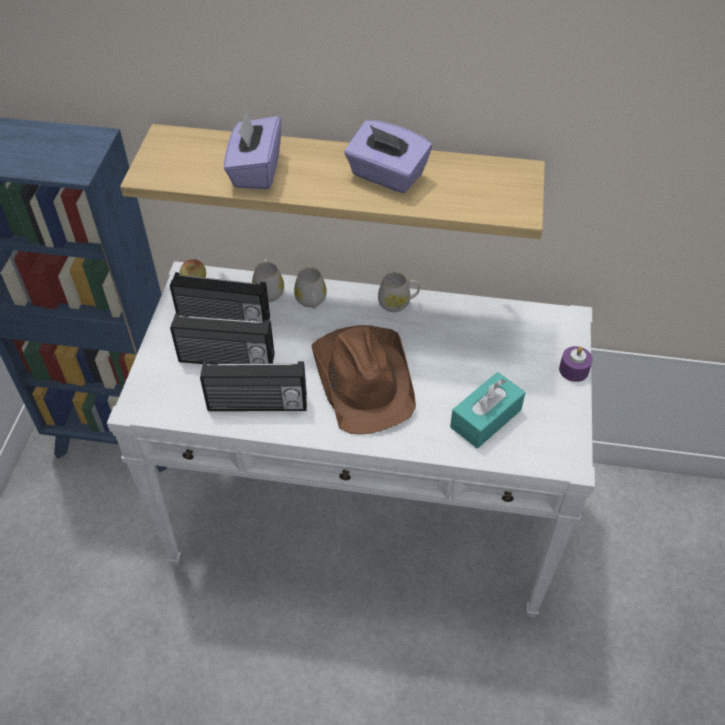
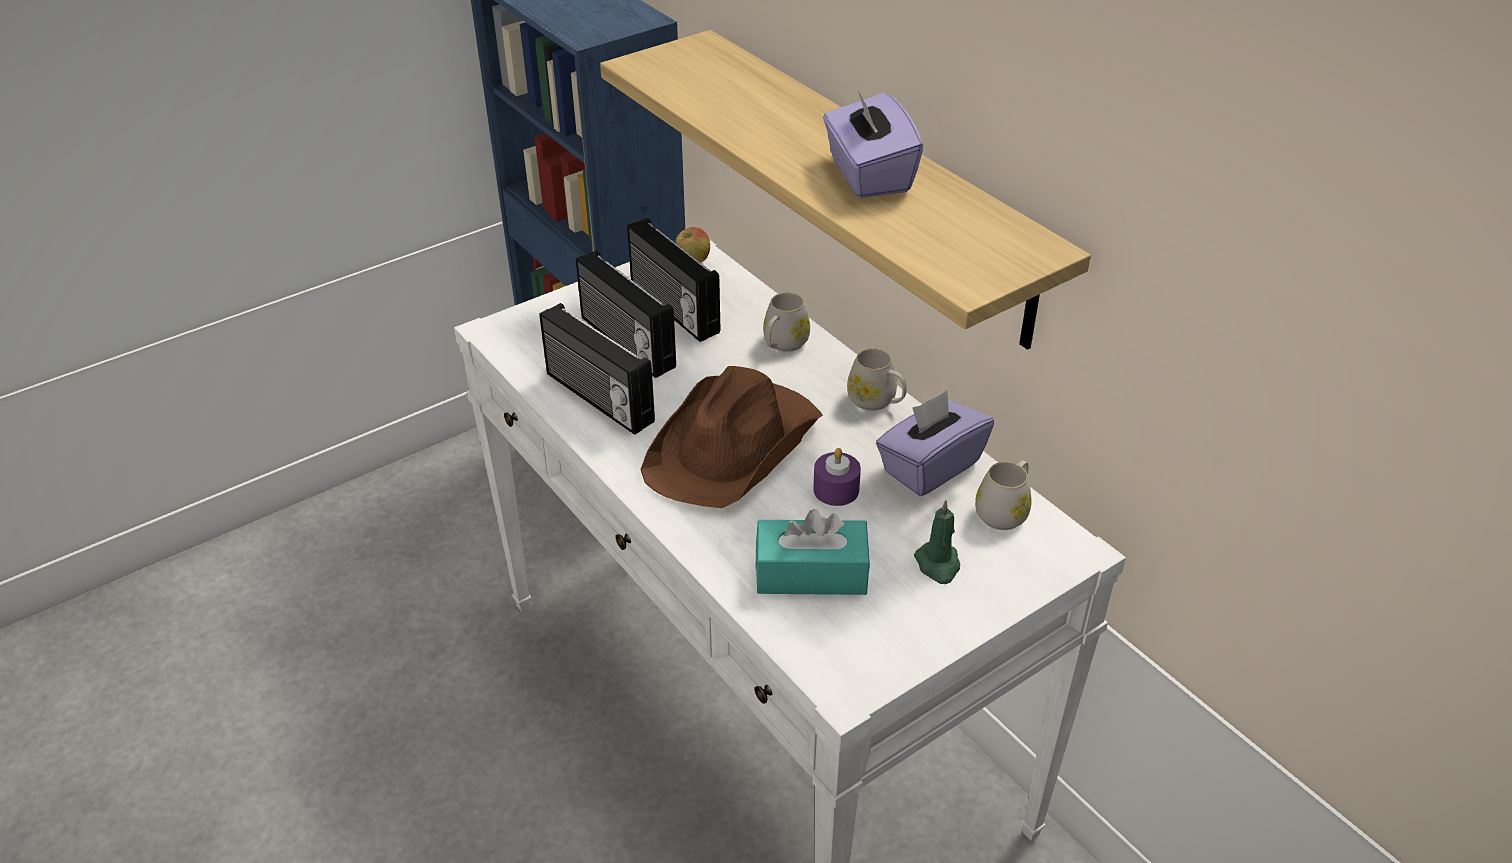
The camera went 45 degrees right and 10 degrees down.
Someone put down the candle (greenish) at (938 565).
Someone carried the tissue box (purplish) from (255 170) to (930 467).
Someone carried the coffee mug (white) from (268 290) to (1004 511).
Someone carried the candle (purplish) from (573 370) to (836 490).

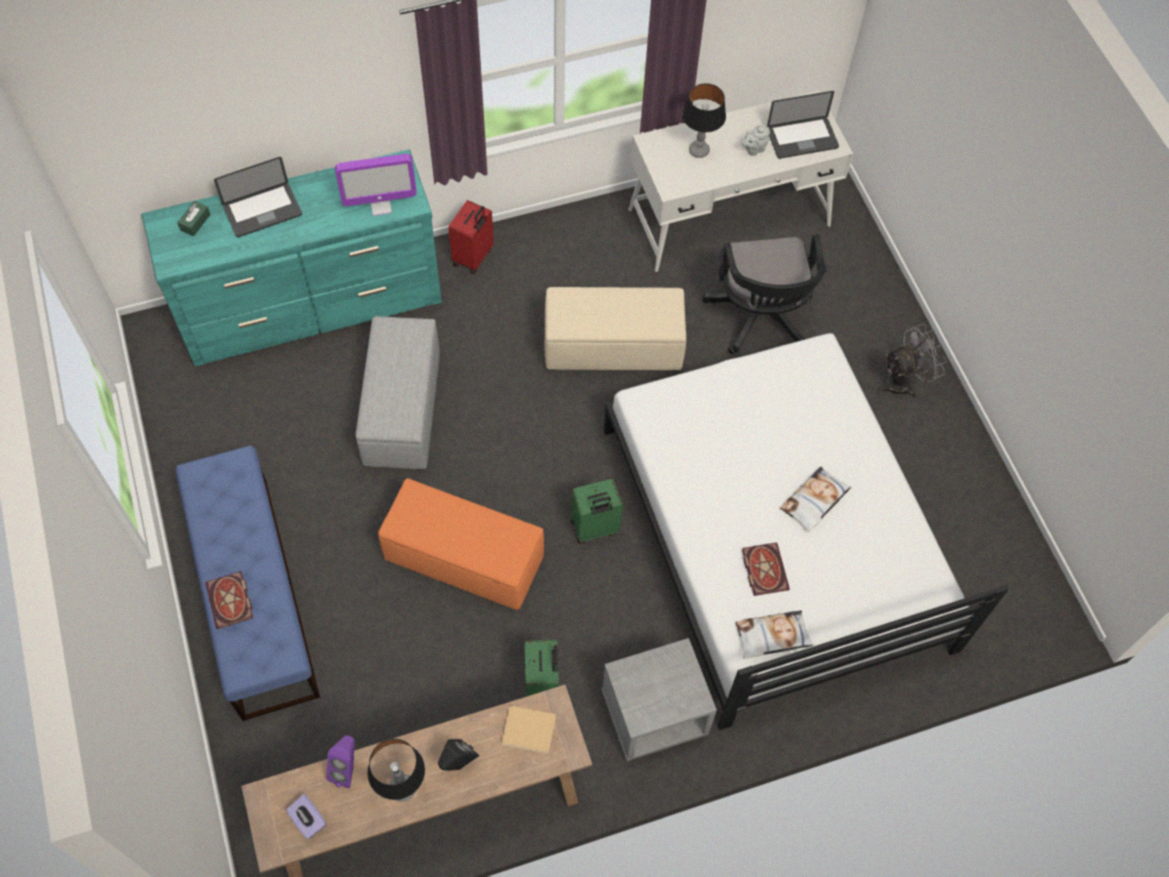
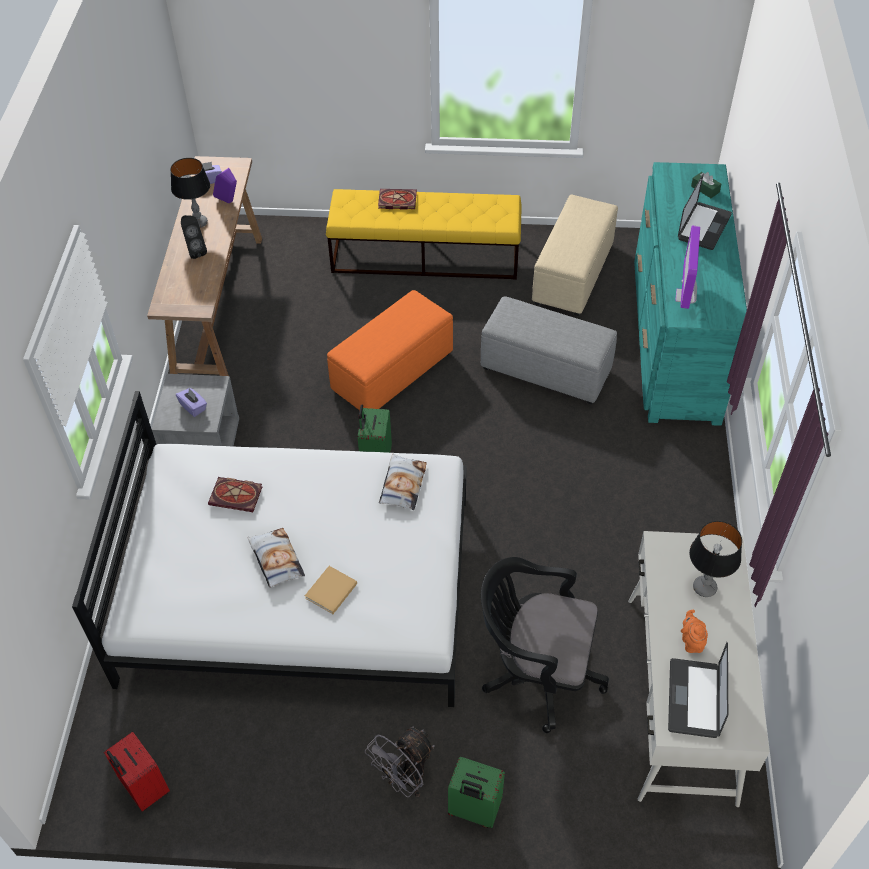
The camera went 115 degrees right and 10 degrees down.
Someone put down the tissue box (purplish) at (193 407).
Someone carried the suitcase (reddish) from (474 257) to (144 788).
Someone carried the book (beige-coloured) from (530 730) to (330 592).
Someone carried the suitcase (greenish) from (543 686) to (473 810).
Someone carried the footrest (beige-coloured) from (614 347) to (572 275).
Someone carried the throw pillow from (772 637) to (402 485).
Someone repainted the indoor bench (blue-coloured) at (254 594), which became the indoor bench (yellow) at (426 256).
Someone repainted the pot for tea (gray) at (753 149), which became the pot for tea (orangey) at (691 641).
Someone rotated the notebook computer at (263 211) by 150 degrees counterclockwise.
Someone rotated the cooling fan (gray) at (903 382) by 45 degrees clockwise.

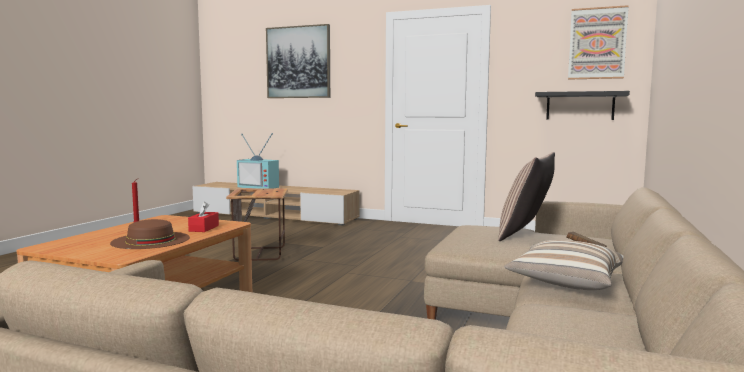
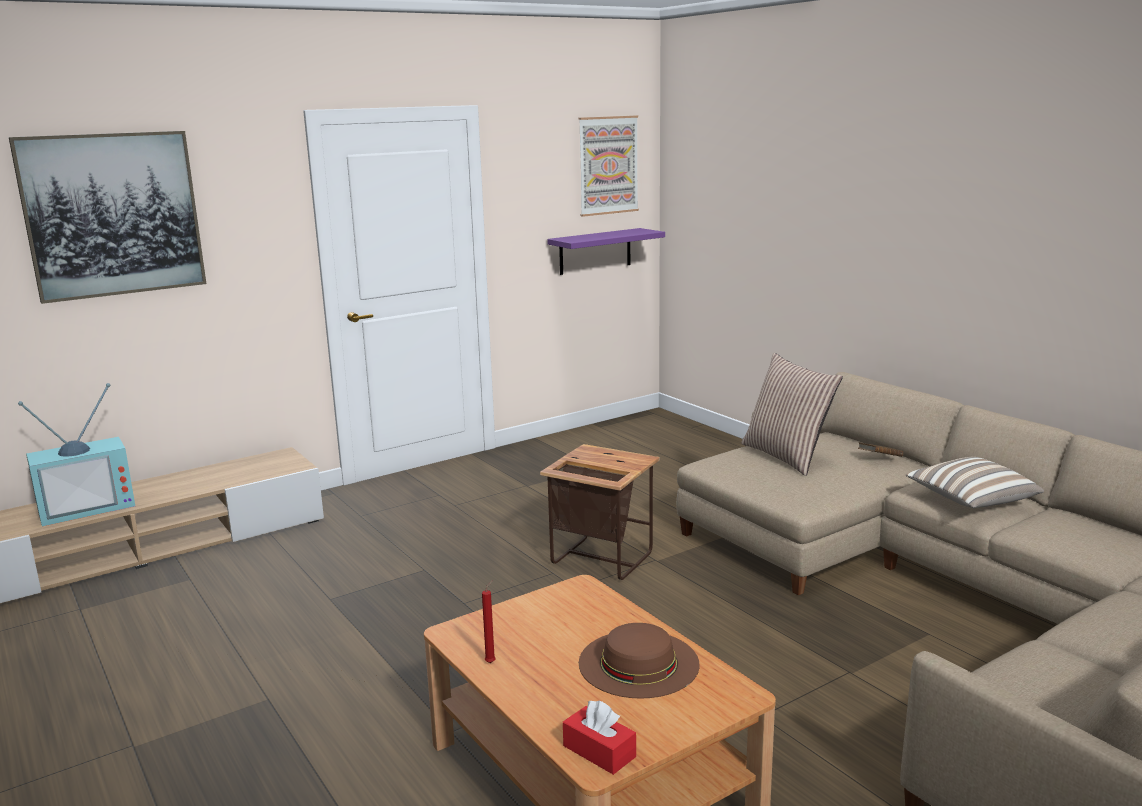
The camera went 55 degrees left and 10 degrees up.
Someone carried the tissue box (reddish) from (204 228) to (599 751).
Someone carried the accent table from (260 253) to (600 558).
Someone repainted the wall shelf (black-coloured) at (580 106), which became the wall shelf (purplish) at (595 251).

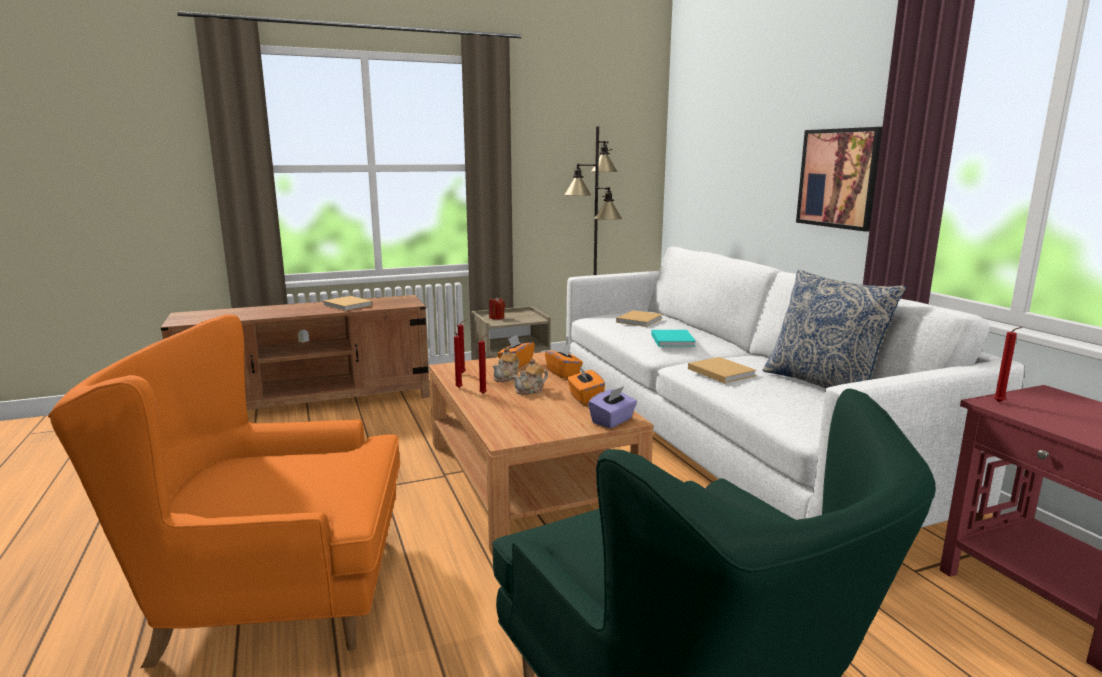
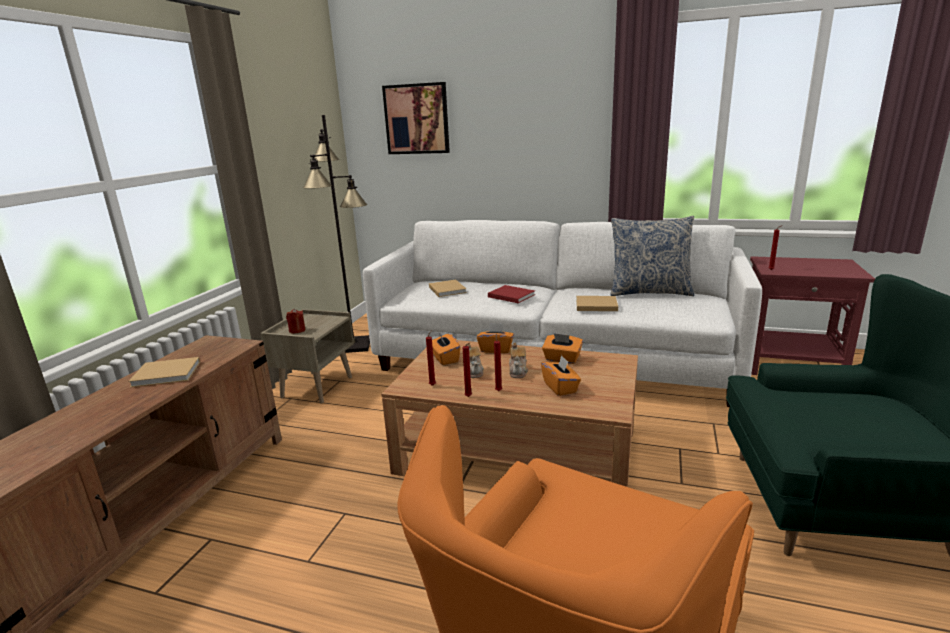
The camera went 50 degrees left and 5 degrees up.
Someone took away the tissue box (purplish) at (612 421).
Someone put down the tissue box (orangey) at (560 387).
Someone carried the wall art from (839 178) to (417 119).
Someone repainted the book (turquoise-coloured) at (672 340), which became the book (reddish) at (510 295).

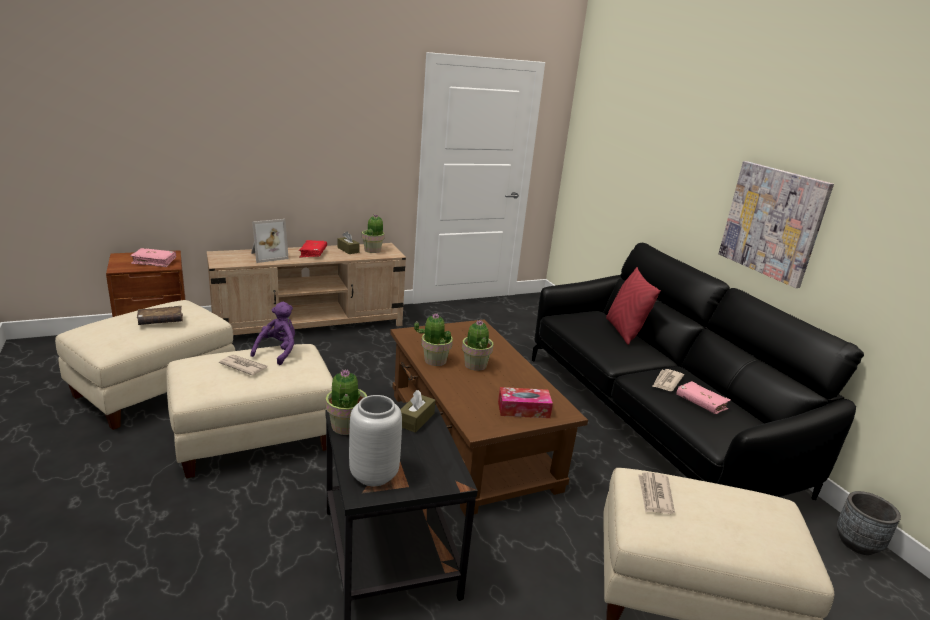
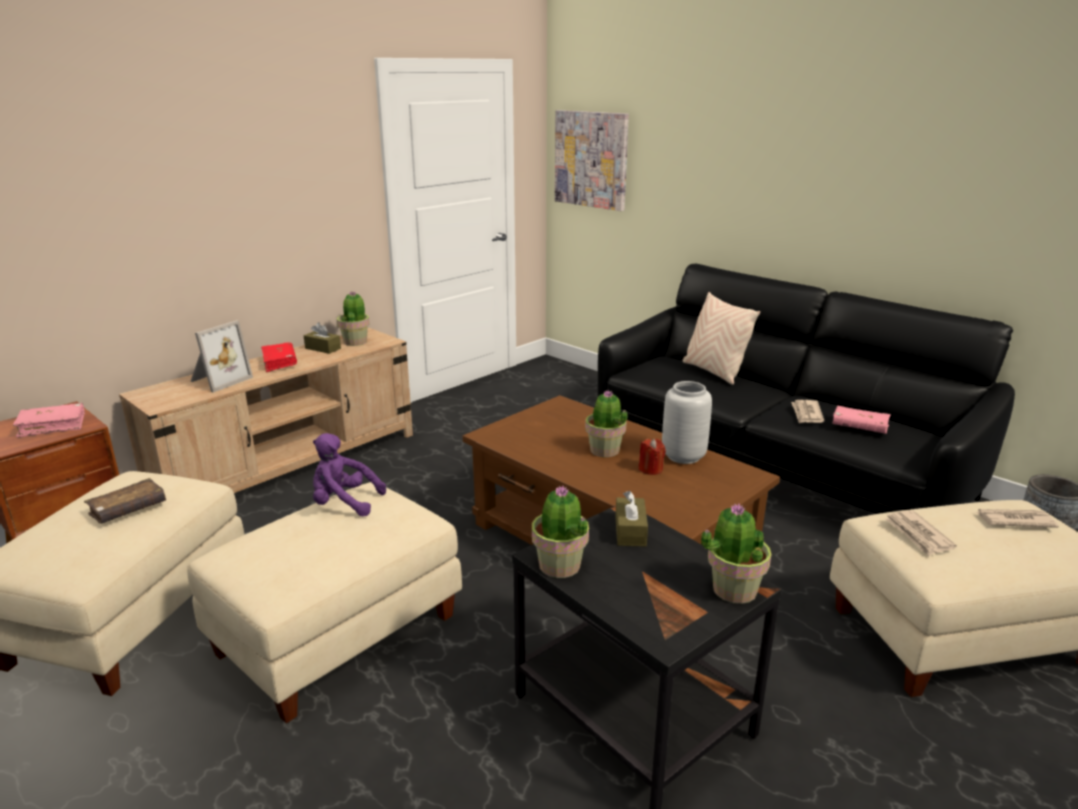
The camera went 20 degrees left and 0 degrees up.
Someone took away the tissue box at (523 409).
Someone put down the candle (reddish) at (650 469).
Someone carried the daily paper from (243 366) to (1013 520).
Someone carried the decorative vase (gray) from (373 475) to (683 457).
Someone carried the houseplant from (435 360) to (733 590).
Someone carried the wall art from (772 222) to (591 159).
Someone repainted the throw pillow (reddish) at (624 332), which became the throw pillow (beige-coloured) at (714 372).
Someone rotated the cuddly toy (purplish) at (278 351) by 75 degrees counterclockwise.

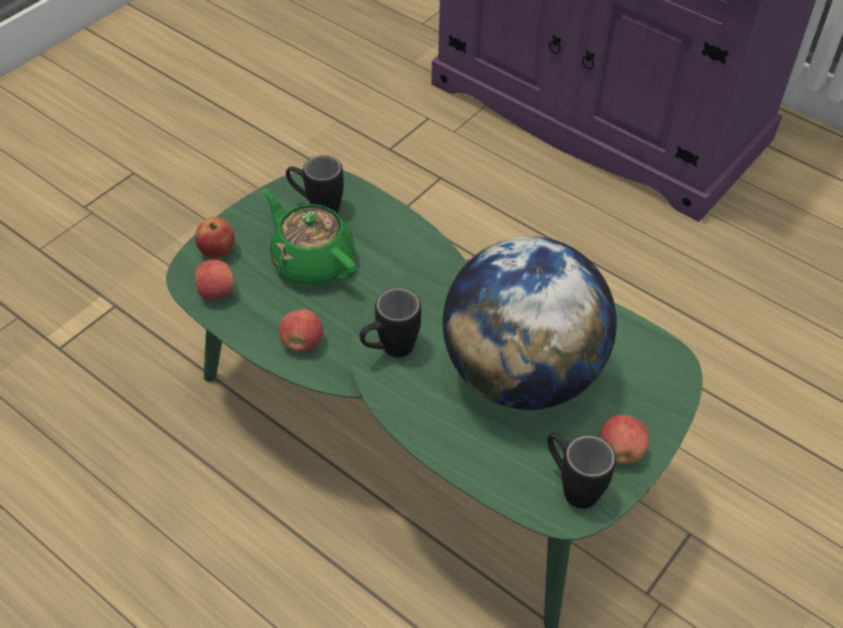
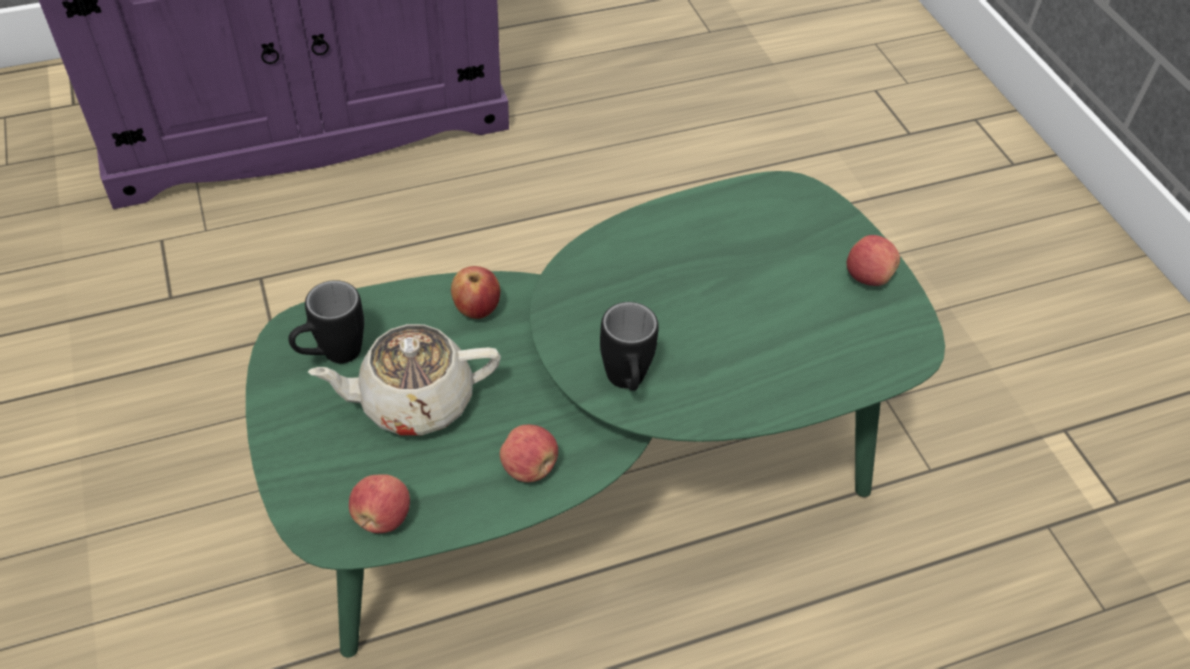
The camera went 60 degrees left and 0 degrees up.
Someone took away the globe at (521 374).
Someone took away the coffee mug (black-coloured) at (571 486).
Someone carried the apple from (218 251) to (477 309).
Someone repainted the pot for tea (greenish) at (312 261), which became the pot for tea (beige-coloured) at (414 401).

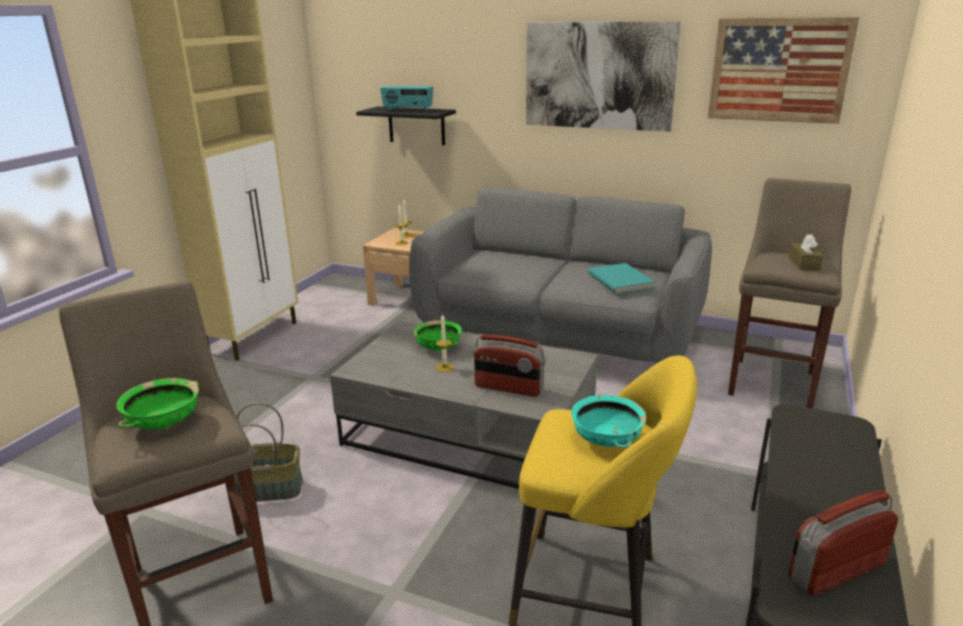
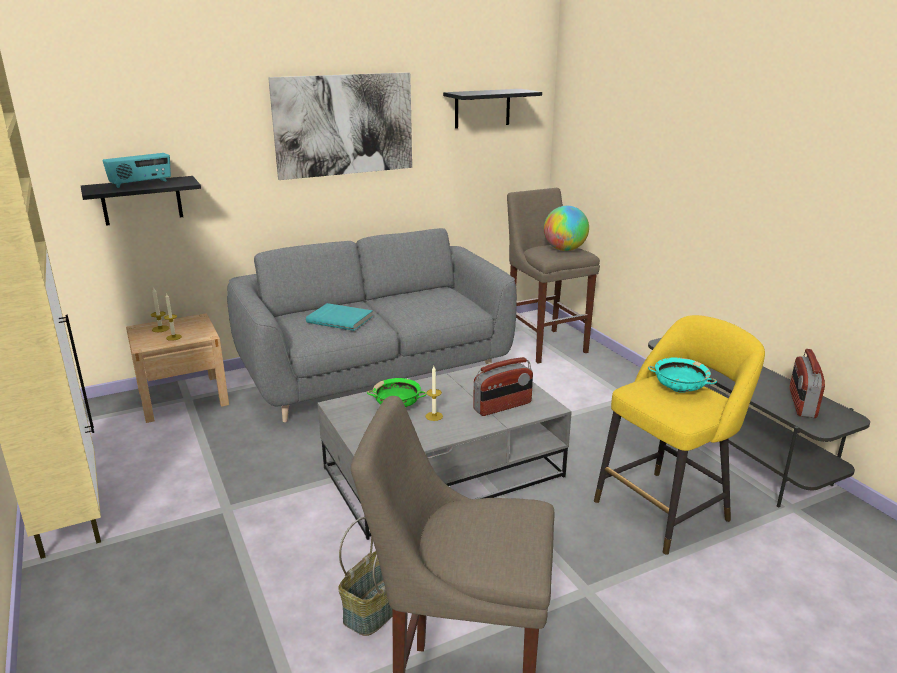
The camera went 50 degrees left and 0 degrees up.
Someone took away the serving bowl (greenish) at (165 422).
Someone carried the book (turquoise-coloured) from (621 280) to (340 319).
Someone swapped the wall art at (779 70) for the wall shelf (black-coloured) at (482 108).
Someone swapped the tissue box (brownish) at (804 264) for the globe at (564 250).

